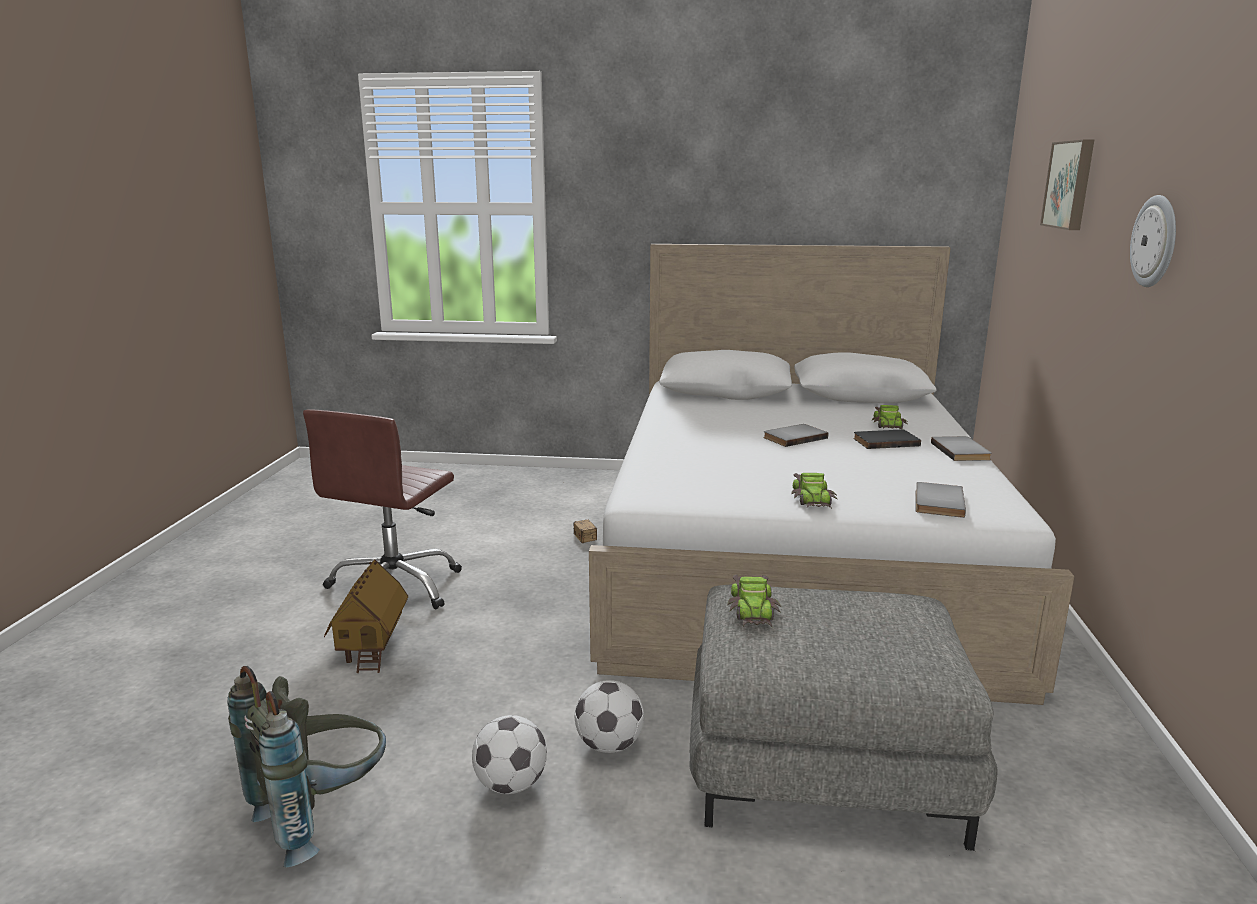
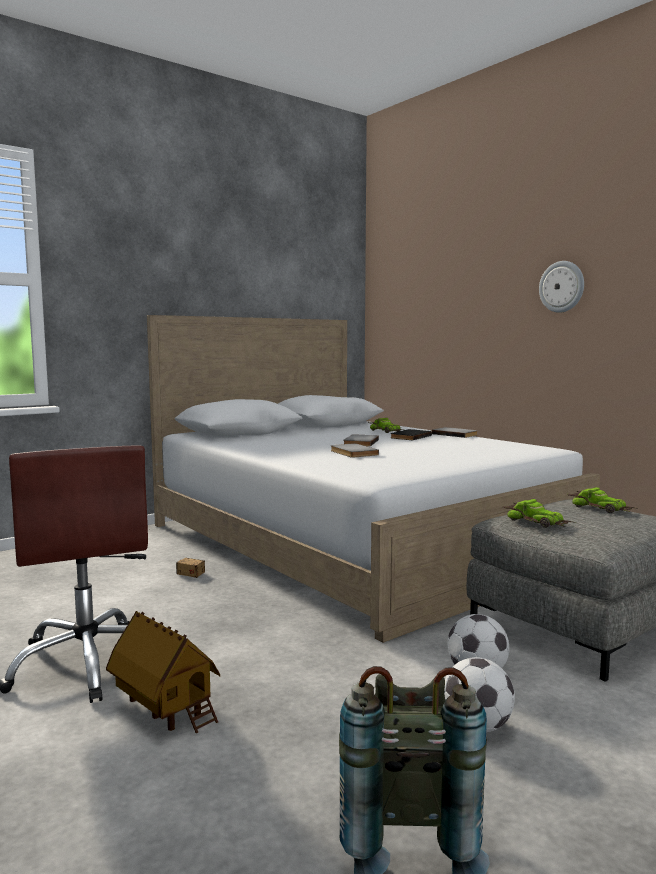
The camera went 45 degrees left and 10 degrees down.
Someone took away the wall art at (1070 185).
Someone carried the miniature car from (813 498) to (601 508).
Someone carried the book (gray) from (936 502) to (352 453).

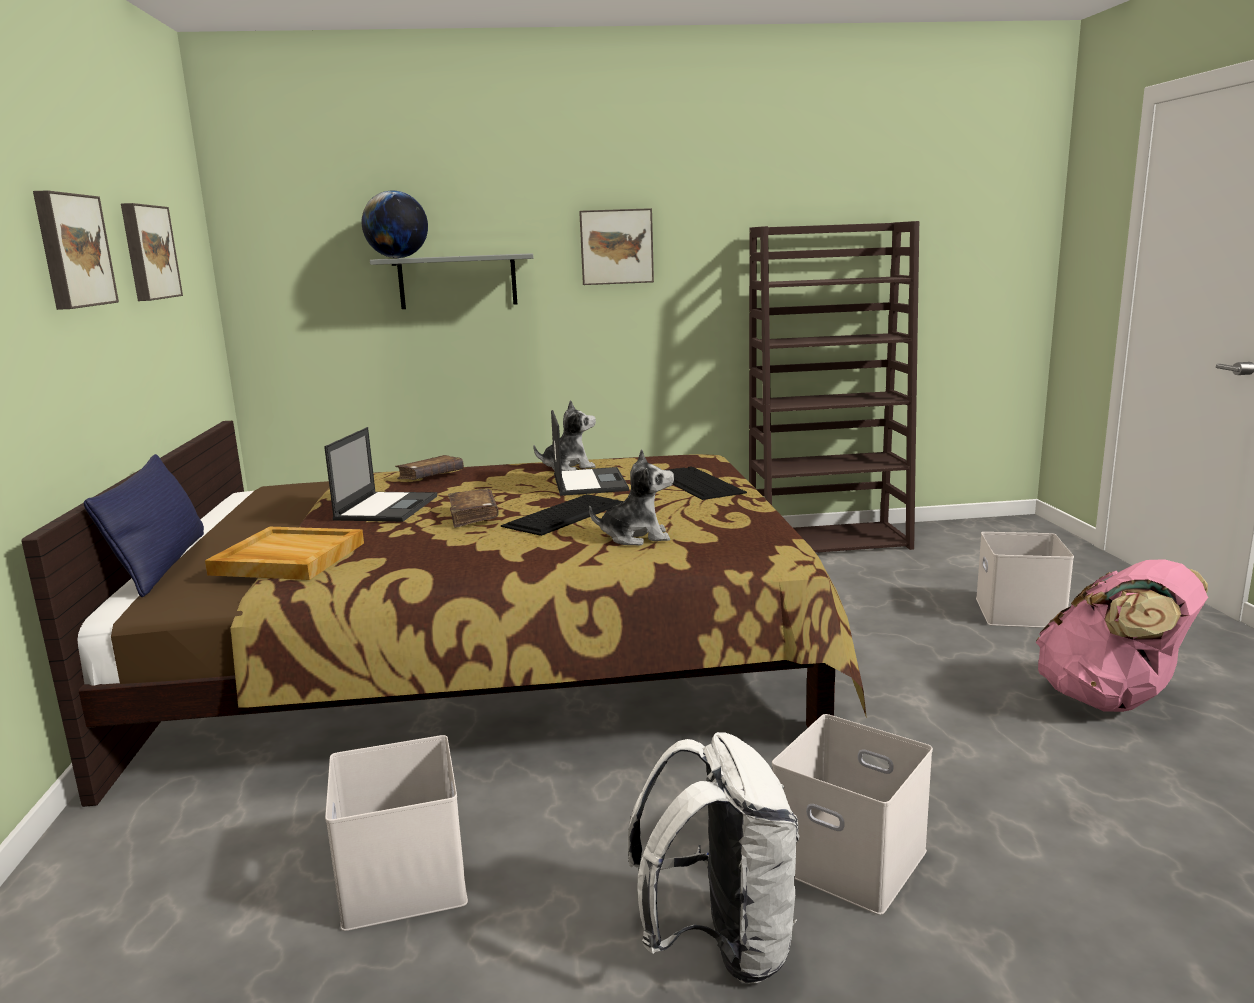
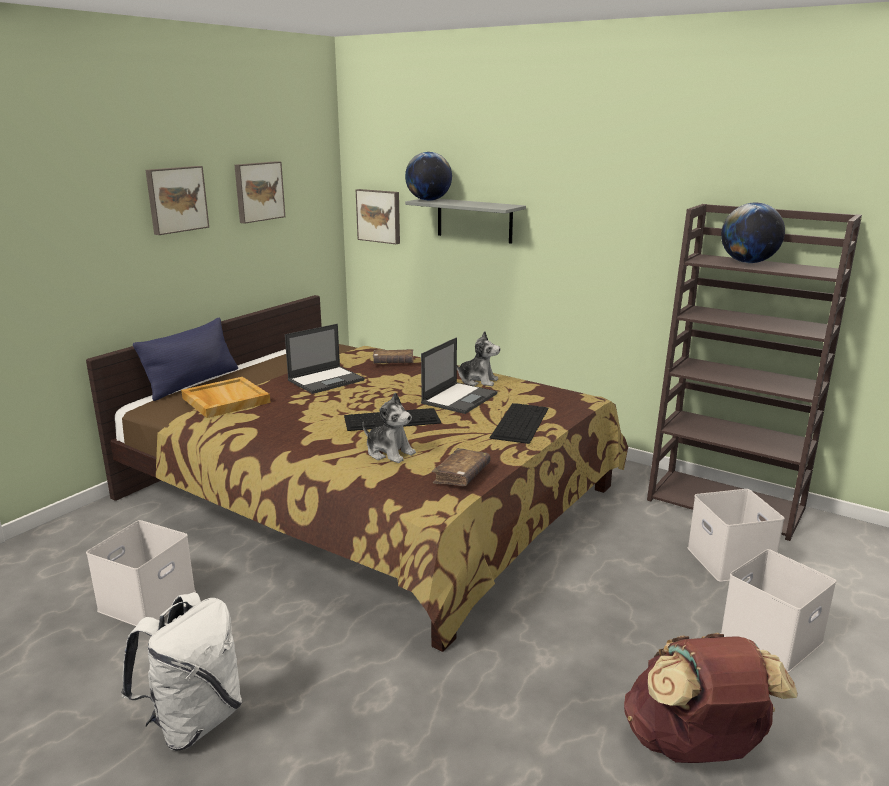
The camera went 40 degrees right and 5 degrees up.
Someone put down the globe at (748 262).
Someone carried the book (brownish) from (473 516) to (461 475).
Someone carried the wall art from (616 247) to (379 216).
Someone carried the storage container (white) from (852 858) to (731 561).
Someone repainted the knapsack (pink-coloured) at (1111 700), which became the knapsack (brownish) at (695 748).

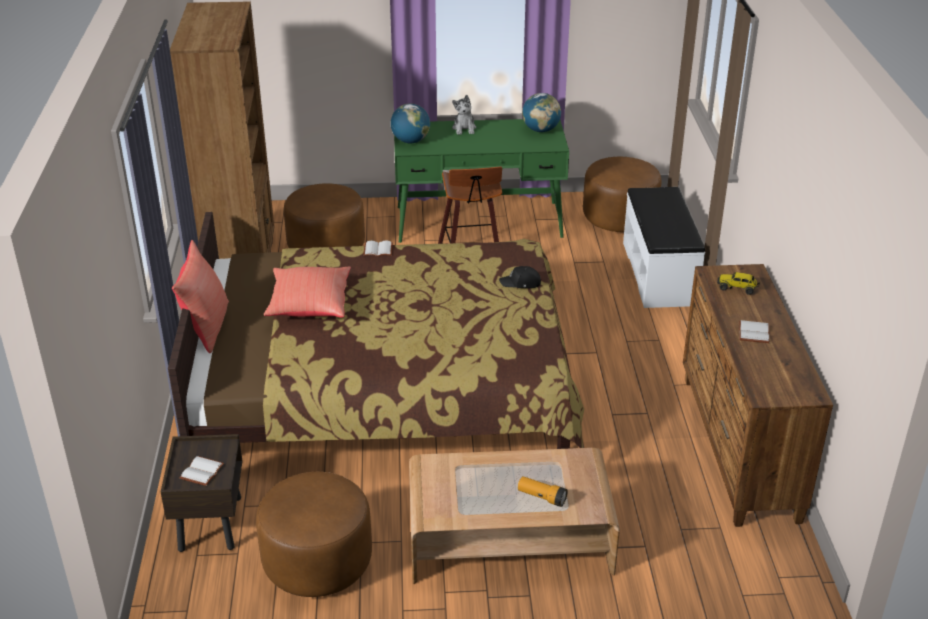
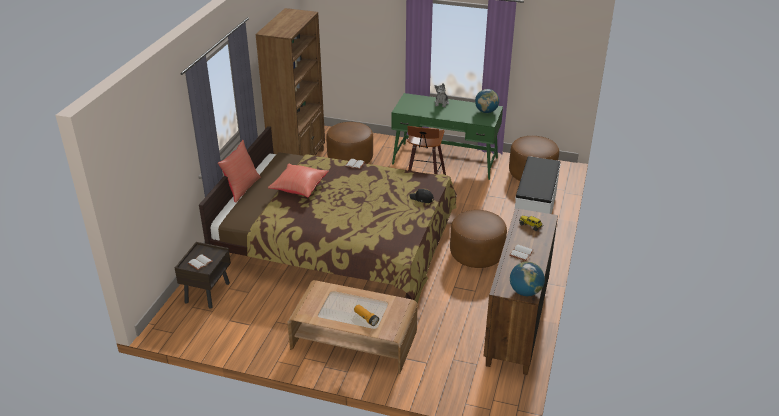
The camera went 20 degrees right and 0 degrees up.
Someone carried the footrest (brownish) from (318 561) to (477 254).
Someone carried the globe from (410 141) to (525 292).

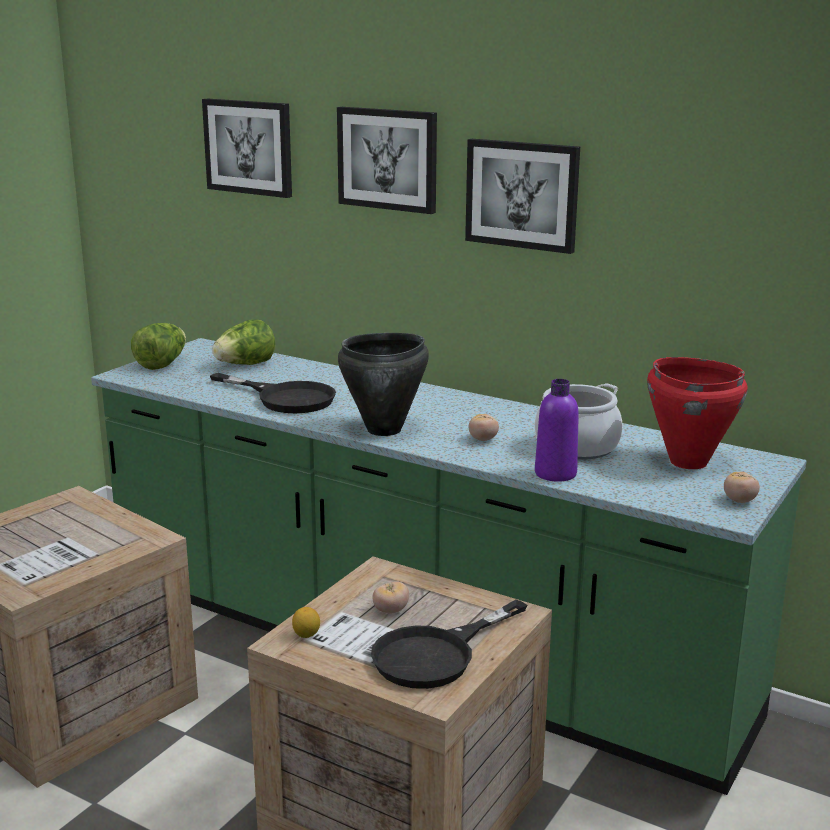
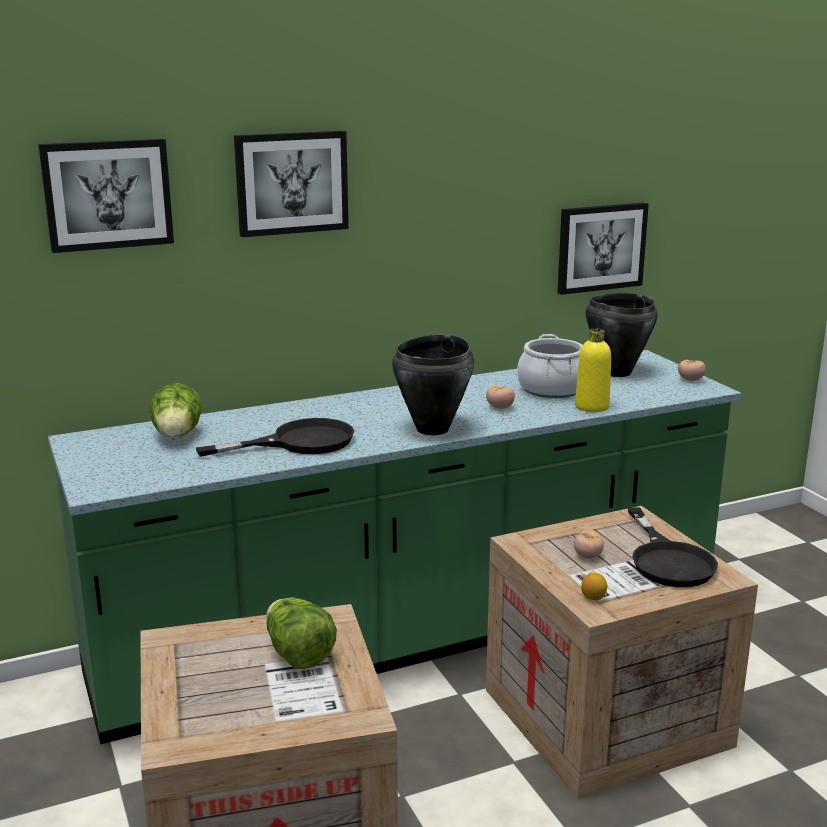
The camera went 55 degrees left and 0 degrees up.
Someone carried the lettuce head from (162 364) to (298 654).
Someone carried the wall art from (522 194) to (600 247).
Someone repainted the bottle (purplish) at (555 474), which became the bottle (yellow) at (592 407).
Someone repainted the saucepot (reddish) at (687 462), which became the saucepot (black-coloured) at (616 372).

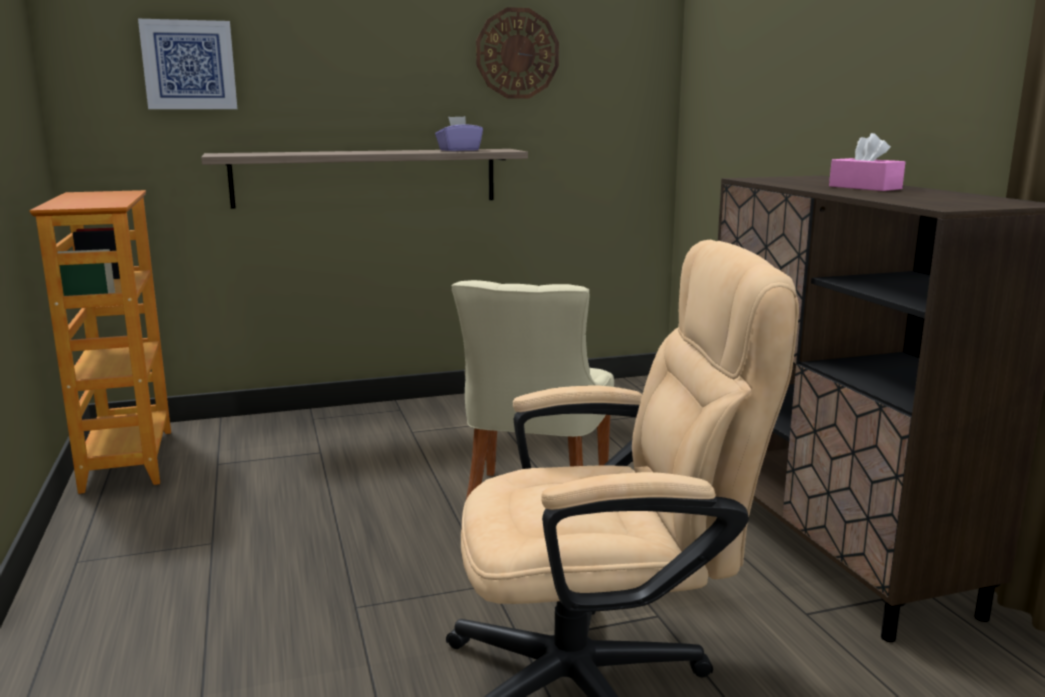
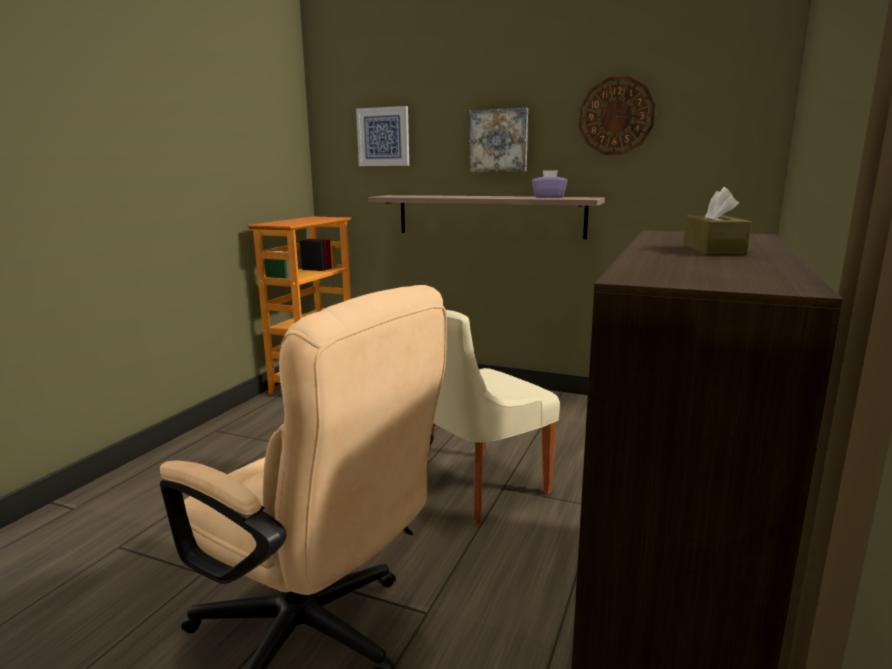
The camera went 40 degrees right and 0 degrees up.
Someone put up the wall art at (499 140).
Someone repainted the tissue box (pink-coloured) at (864 187), which became the tissue box (brownish) at (713 250).

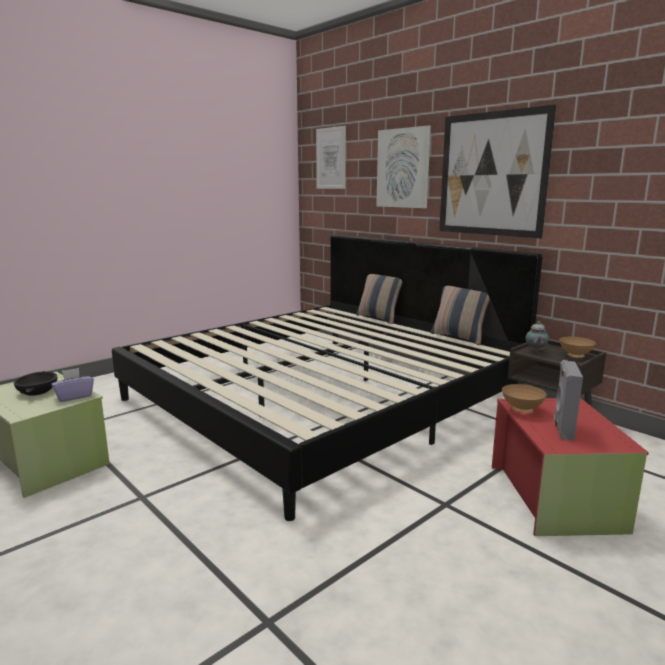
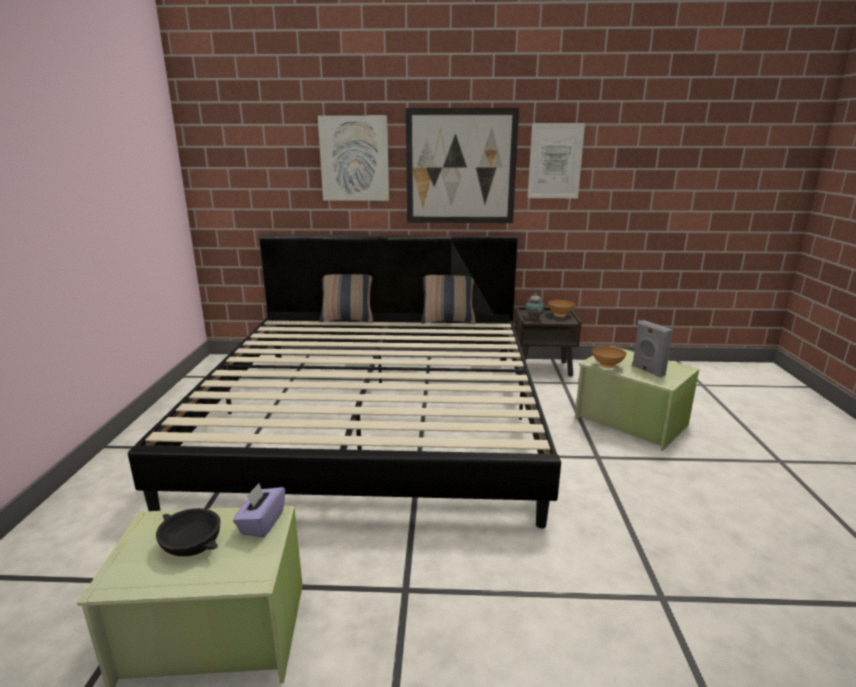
The camera went 45 degrees left and 5 degrees up.
Someone carried the wall art from (331 158) to (555 161).
Someone repainted the storage container (reddish) at (556 496), which became the storage container (greenish) at (630 421).

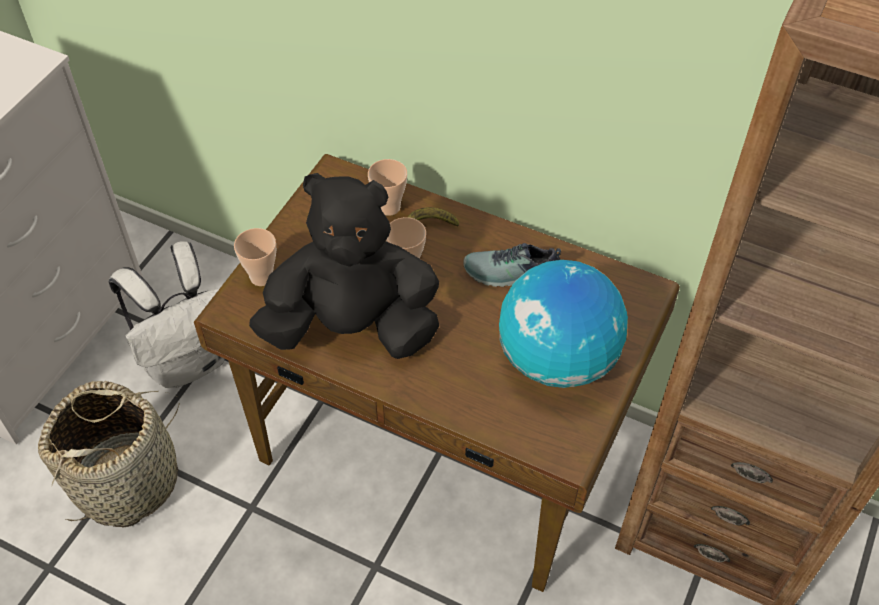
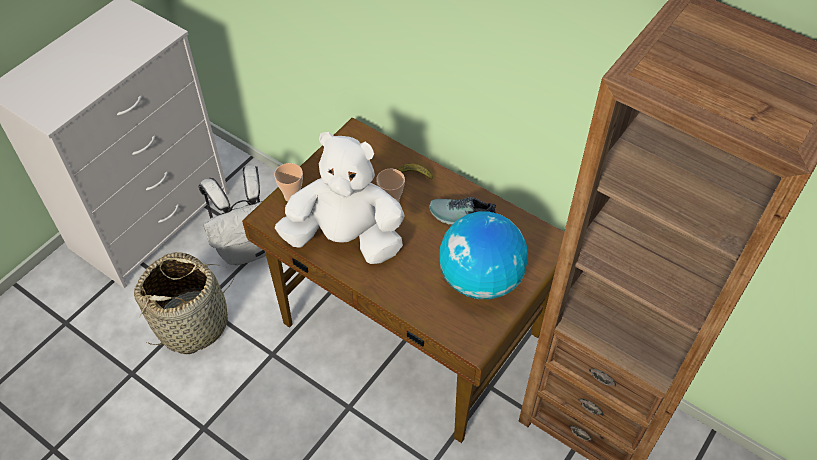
The camera went 10 degrees right and 0 degrees up.
Someone took away the small cup at (389 207).
Someone repainted the cuddly toy (black-coloured) at (352 327), which became the cuddly toy (white) at (346 238).

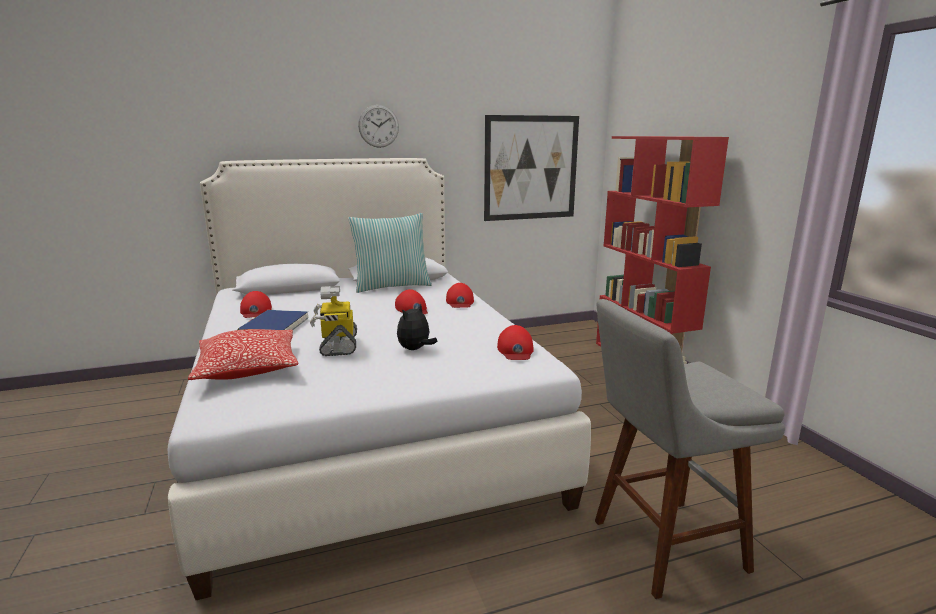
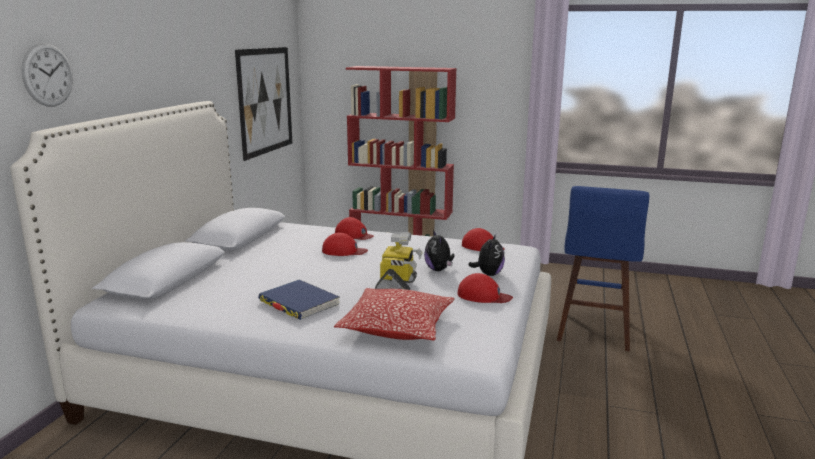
The camera went 55 degrees left and 0 degrees up.
Someone took away the throw pillow at (392 286).
Someone put down the cuddly toy at (488 274).
Someone carried the cap (reddish) from (255 311) to (483 296).
Someone carried the wall clock from (378 126) to (48 75).
Someone repainted the stool (gray) at (660 547), which became the stool (blue-coloured) at (593 333).
Someone rotated the robot figure at (338 345) by 105 degrees counterclockwise.

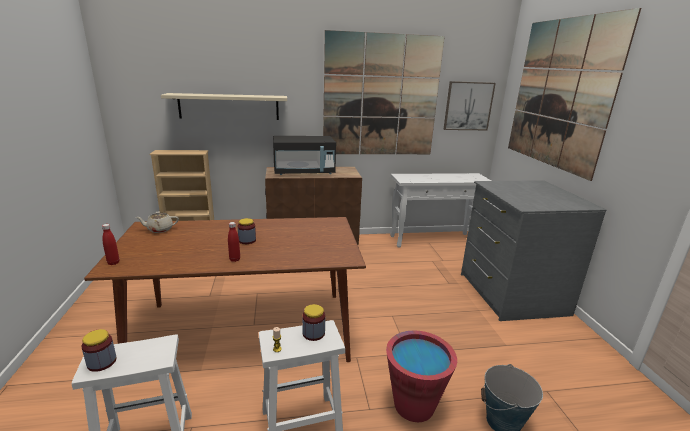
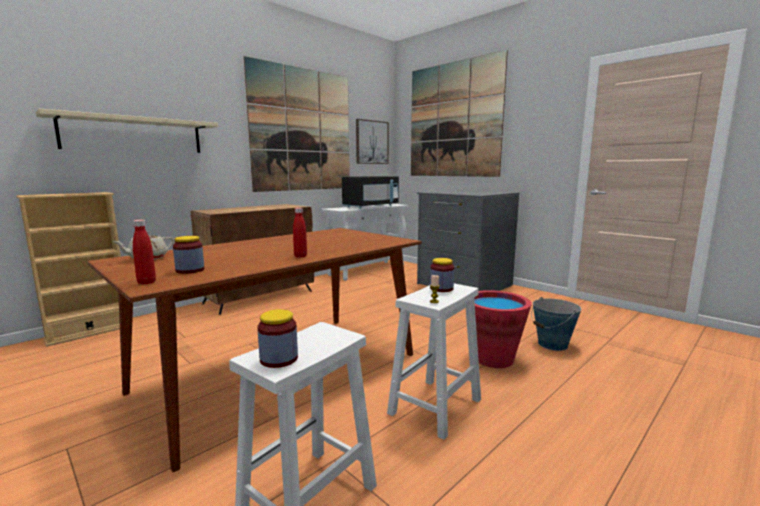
The camera went 35 degrees left and 10 degrees down.
Someone carried the storage jar from (247 240) to (190 270).
Someone carried the microwave (black-coloured) from (304 172) to (371 206).

